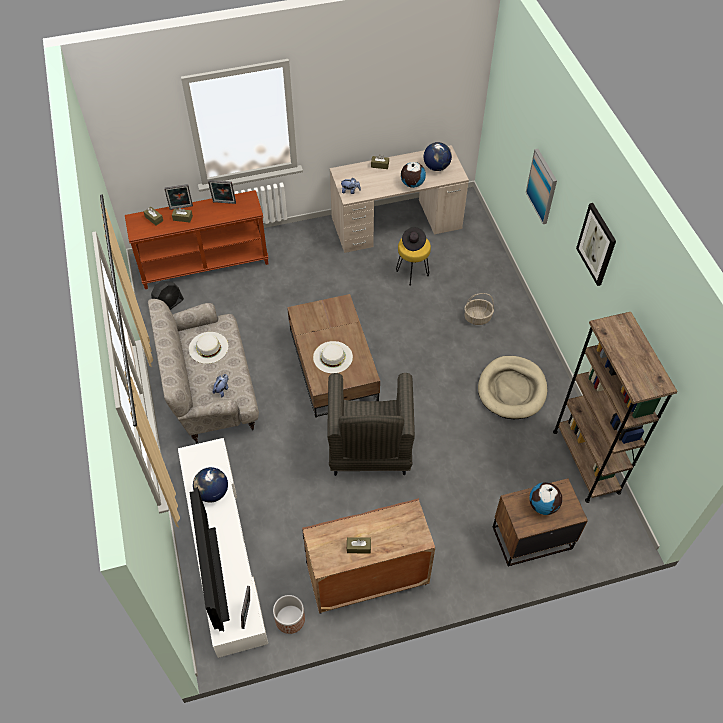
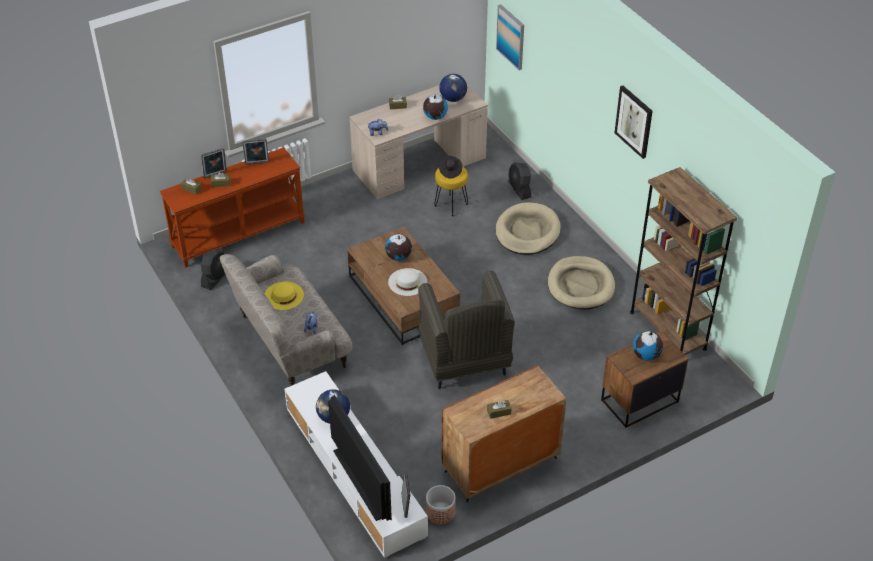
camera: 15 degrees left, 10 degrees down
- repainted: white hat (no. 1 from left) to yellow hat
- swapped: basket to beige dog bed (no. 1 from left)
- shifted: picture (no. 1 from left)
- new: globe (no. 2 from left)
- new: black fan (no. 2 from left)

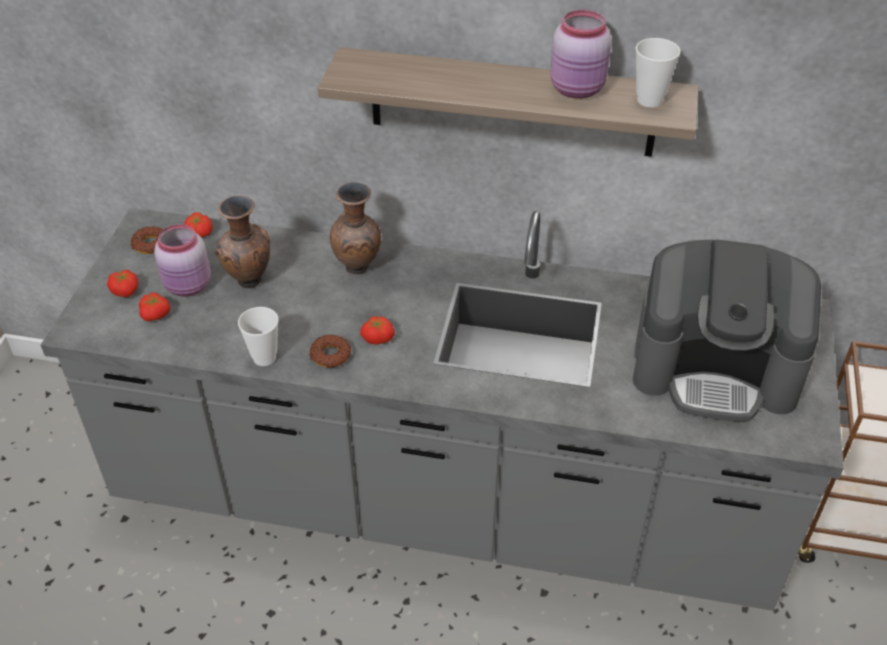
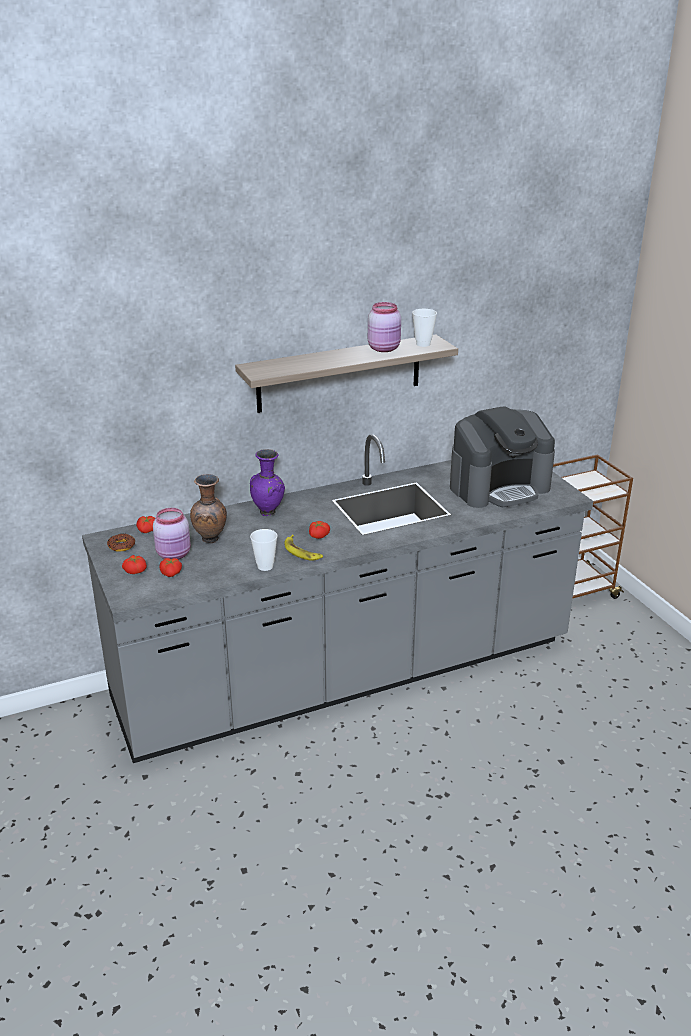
camera: 35 degrees left, 15 degrees down
- swapped: donut (no. 2 from left) to banana
- repainted: brown vase (no. 2 from left) to purple vase

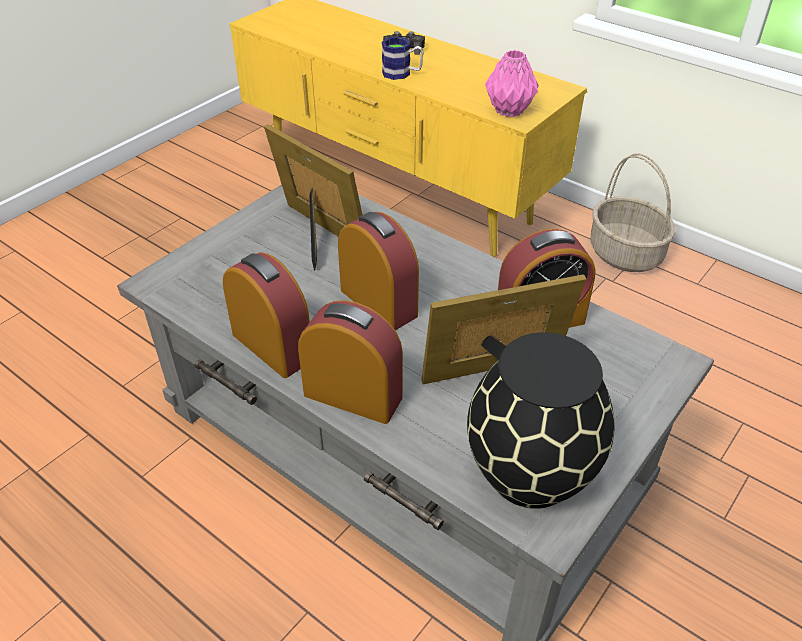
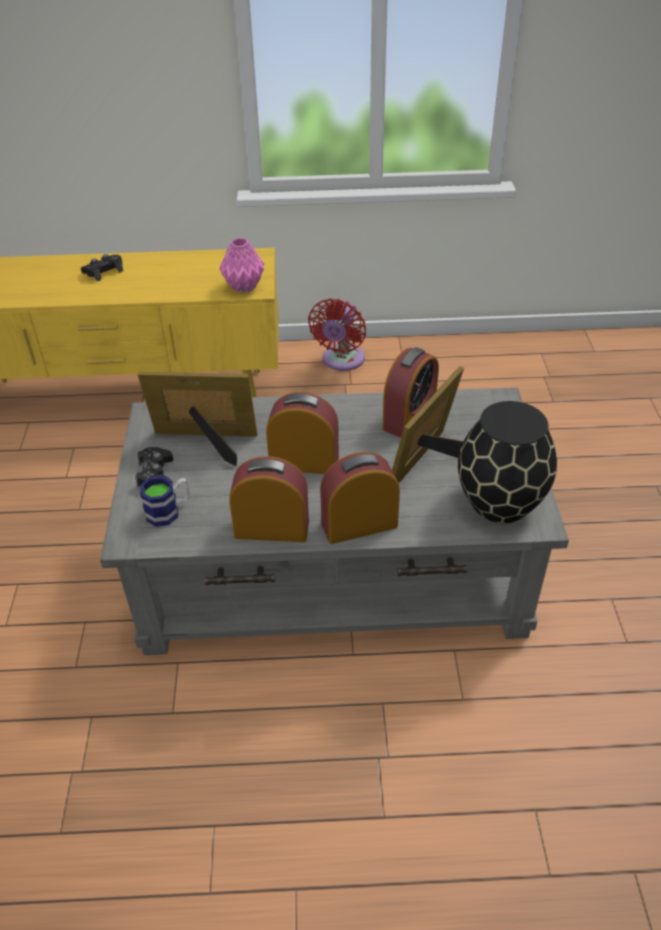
camera: 40 degrees left, 0 degrees up
- shifted: mug
- swapped: basket to red fan
- new: black game controller (no. 2 from left)

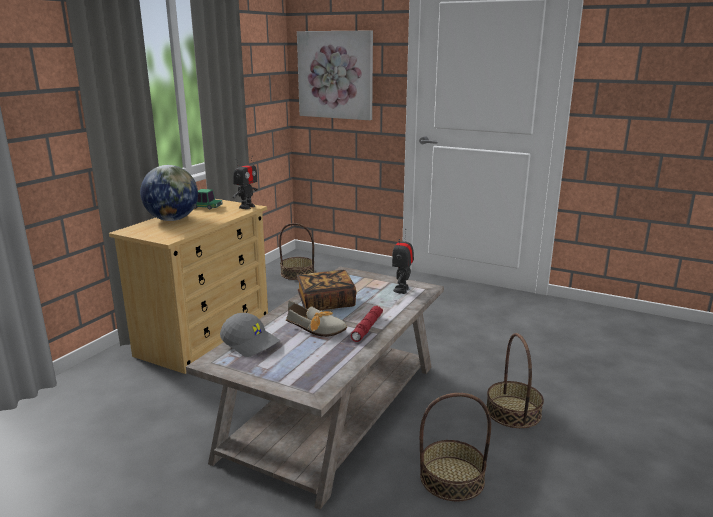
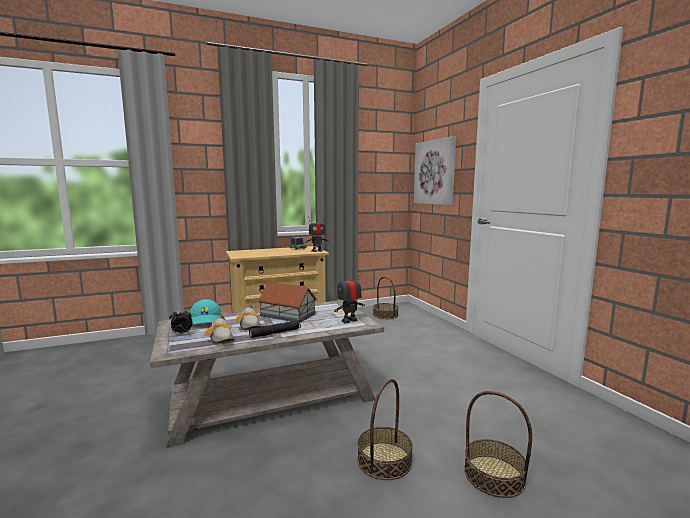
camera: 40 degrees right, 10 degrees down
- gone: globe
- repainted: grey cap to turquoise cap
- swapped: book to toy house
- repainted: red flashlight to black flashlight
- shifted: basket (no. 2 from left in the first image) to basket (no. 3 from left)
- new: alarm clock
- new: shoe (no. 1 from left)

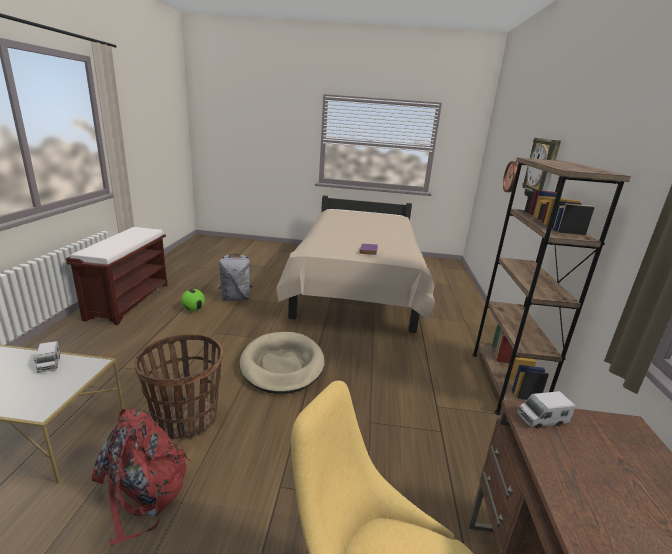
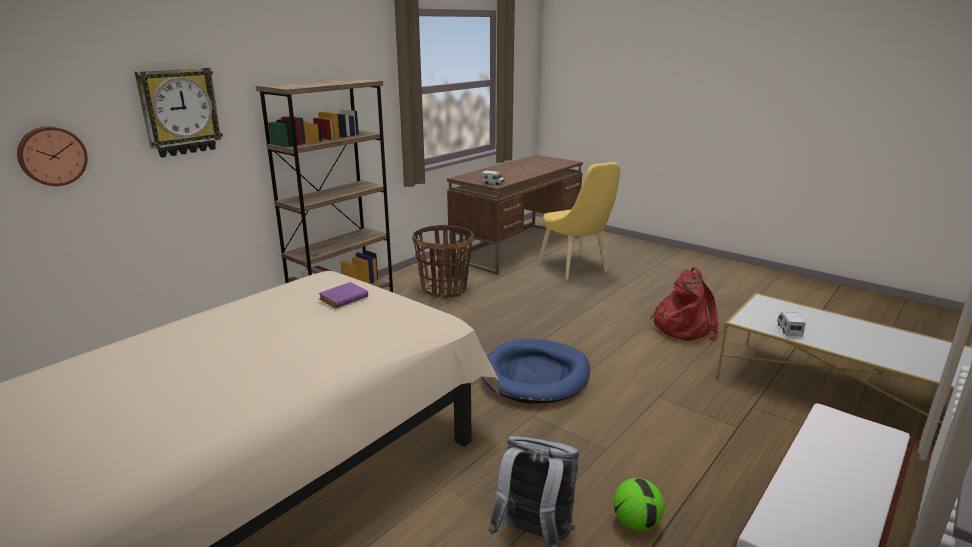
camera: 145 degrees left, 0 degrees up
- shifted: basket
- repainted: beige dog bed to blue dog bed

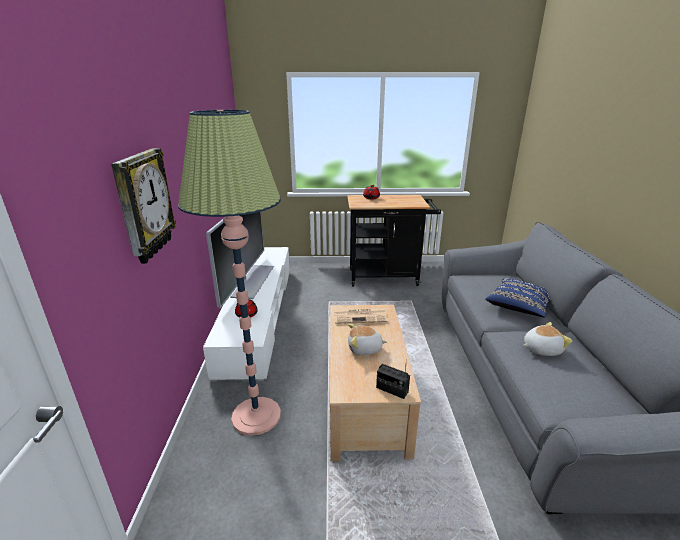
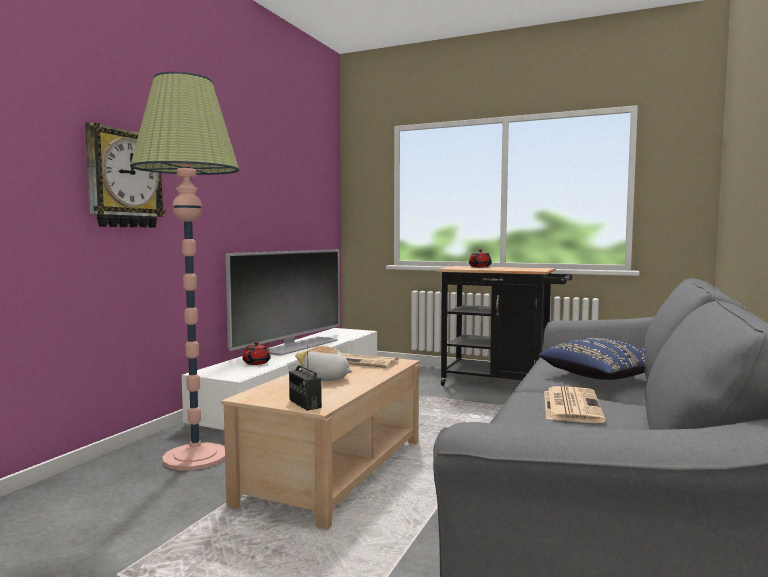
camera: 25 degrees right, 20 degrees down
- swapped: plush toy (no. 2 from left) to newspaper (no. 2 from left)

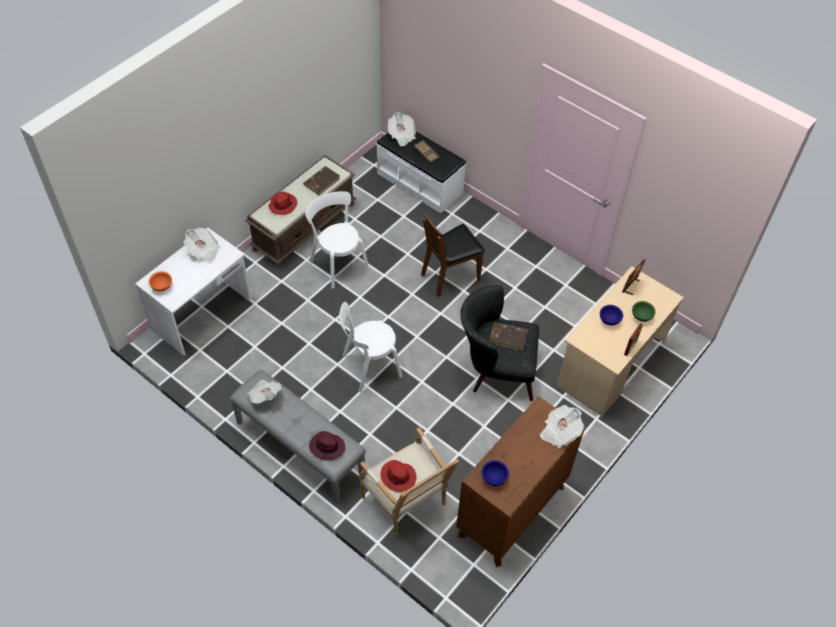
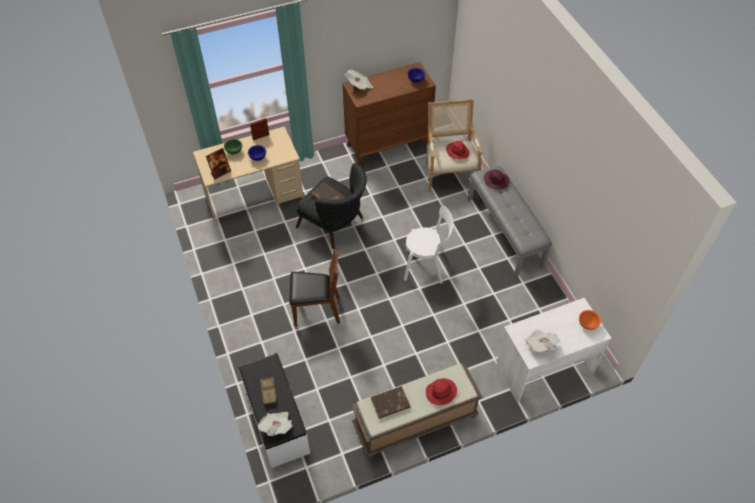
camera: 150 degrees left, 0 degrees up
- gone: newspaper (no. 2 from left)
- gone: white chair (no. 1 from left)

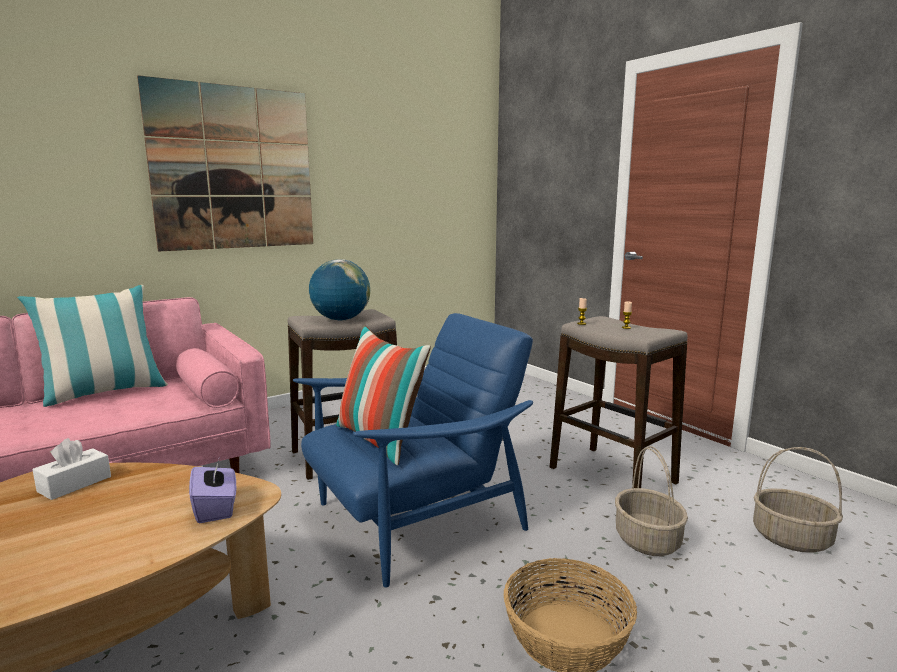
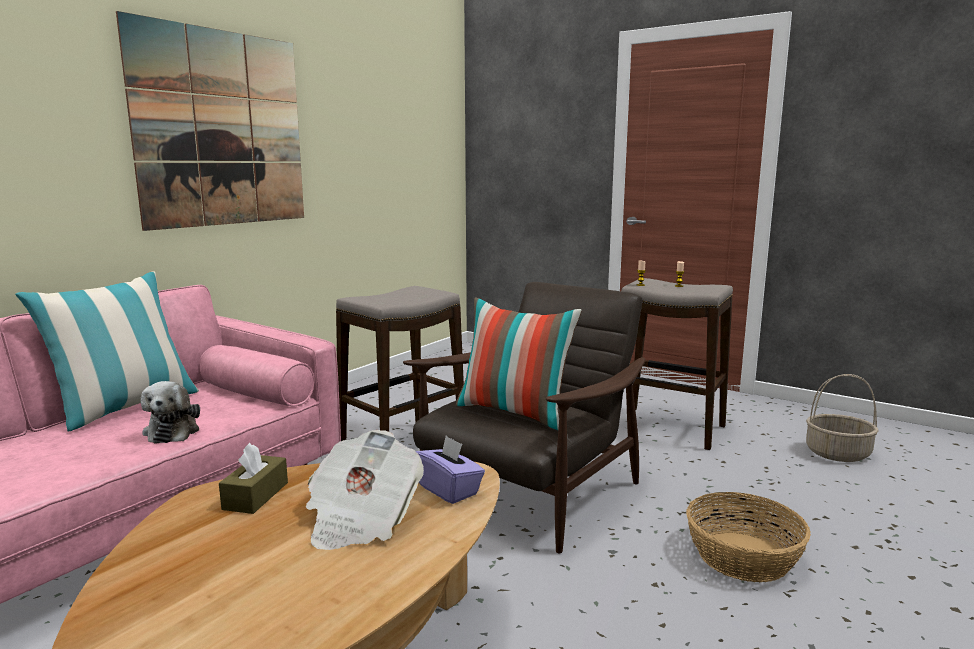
camera: 20 degrees left, 0 degrees up
- repainted: white tissue box to brown tissue box
- repainted: blue armchair to brown armchair
- gone: globe
- gone: basket (no. 2 from left)
- new: plush toy
- new: newspaper

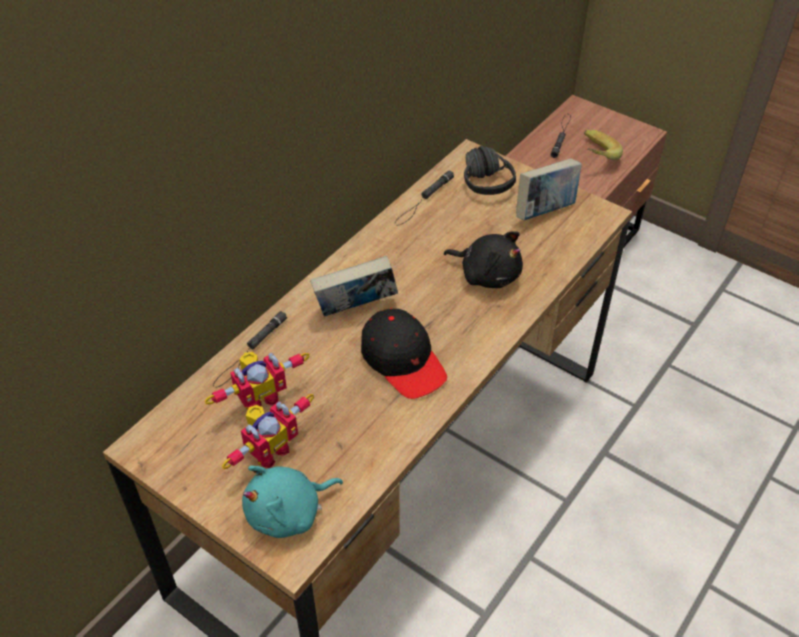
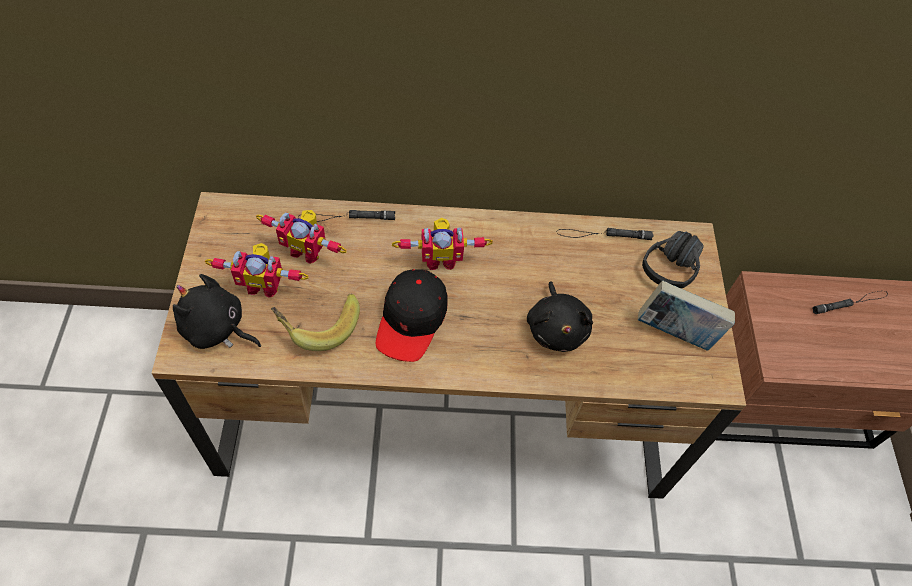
camera: 50 degrees right, 10 degrees up
- repainted: turquoise plush toy to black plush toy (no. 1 from left)
- swapped: book (no. 1 from left) to toy robot (no. 3 from left)
- shifted: banana

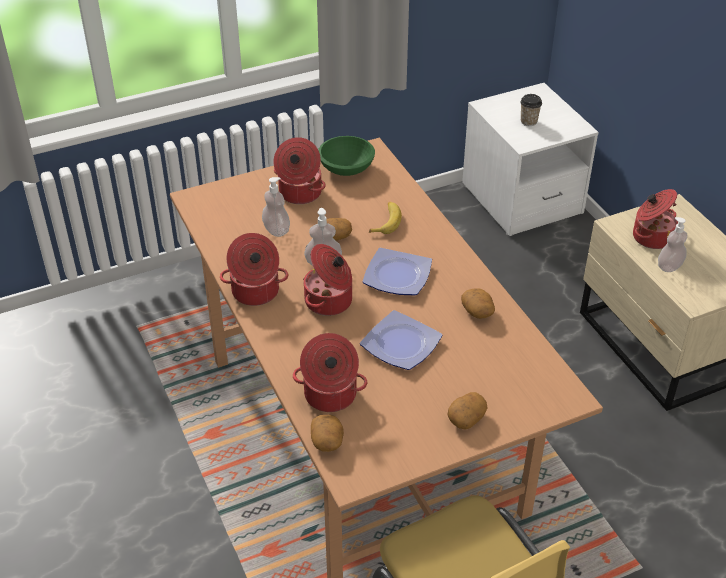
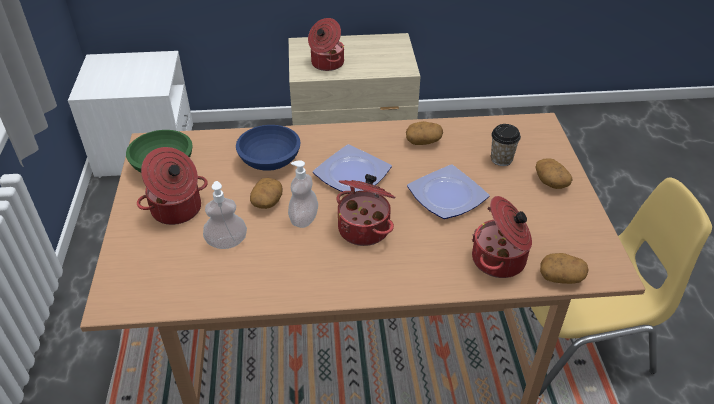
camera: 70 degrees left, 0 degrees up
- gone: cooking pot (no. 1 from left)
- swapped: banana to blue bowl
- shifted: cup
- gone: soap dispenser (no. 3 from left)

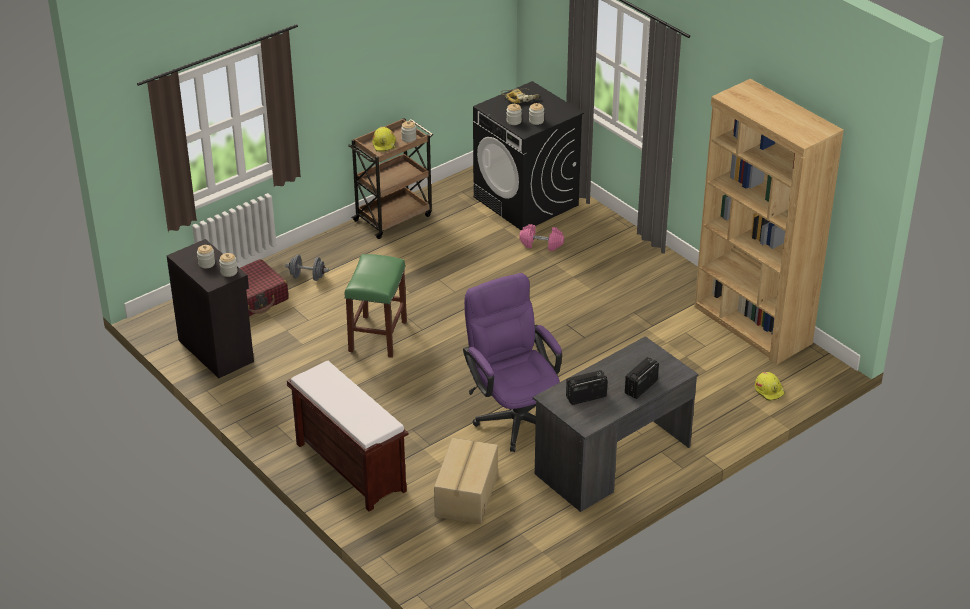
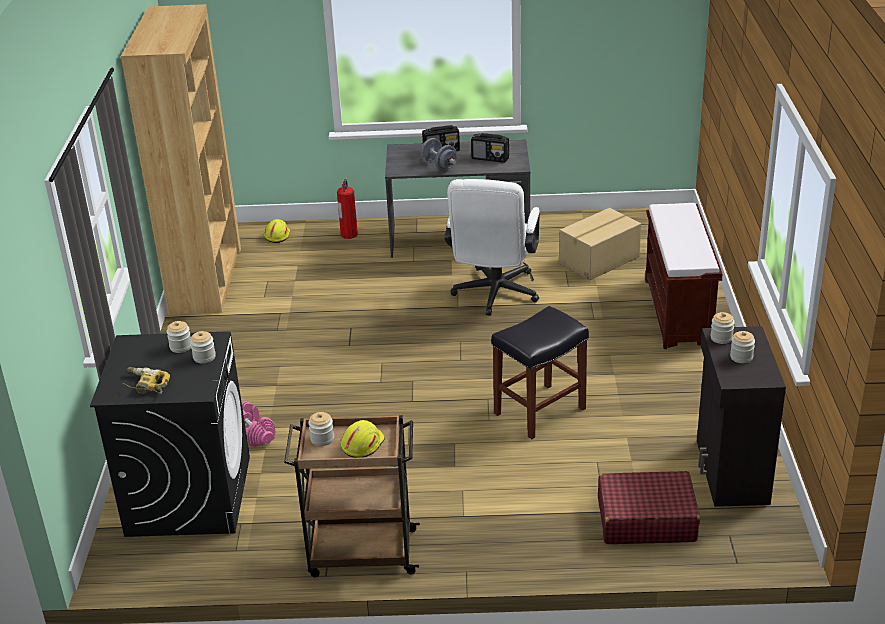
camera: 140 degrees left, 5 degrees down
- shifted: grey dumbbell
- repainted: green stool to black stool
- repainted: purple office chair to white office chair
- new: fire extinguisher

